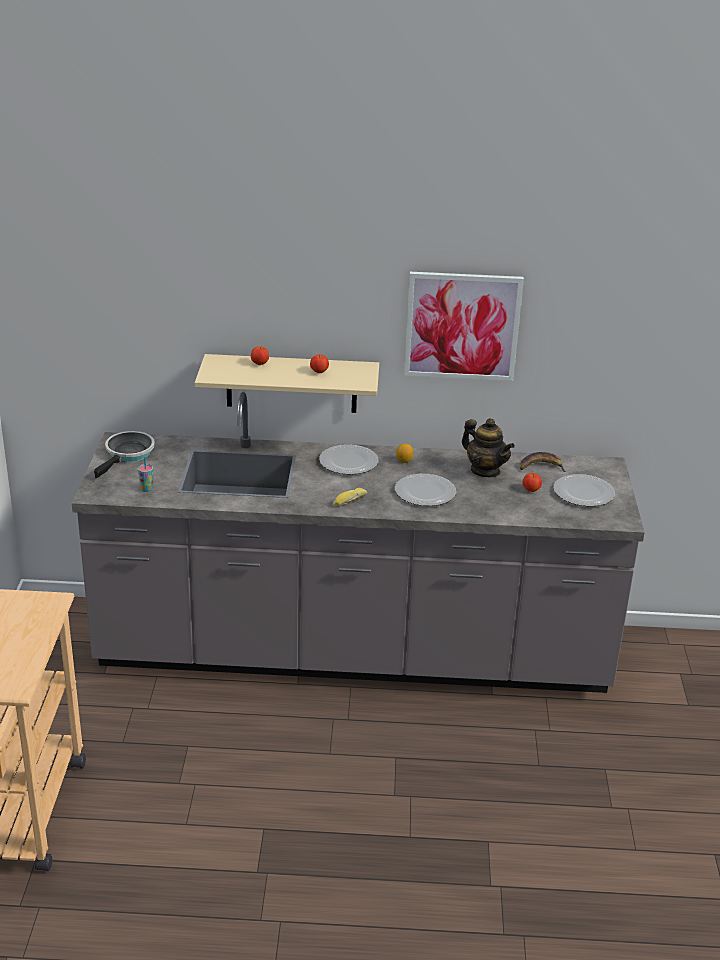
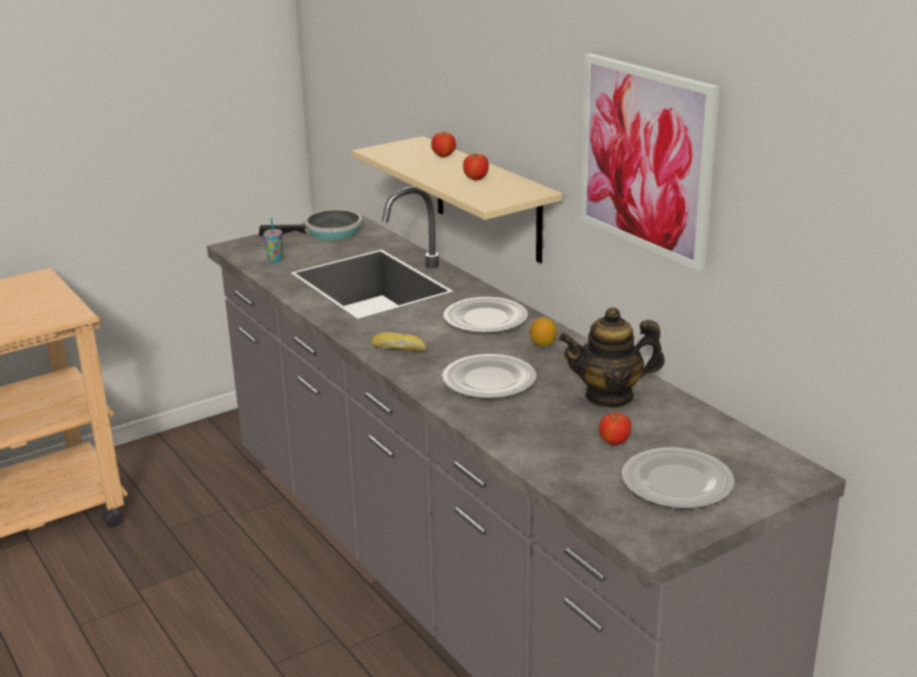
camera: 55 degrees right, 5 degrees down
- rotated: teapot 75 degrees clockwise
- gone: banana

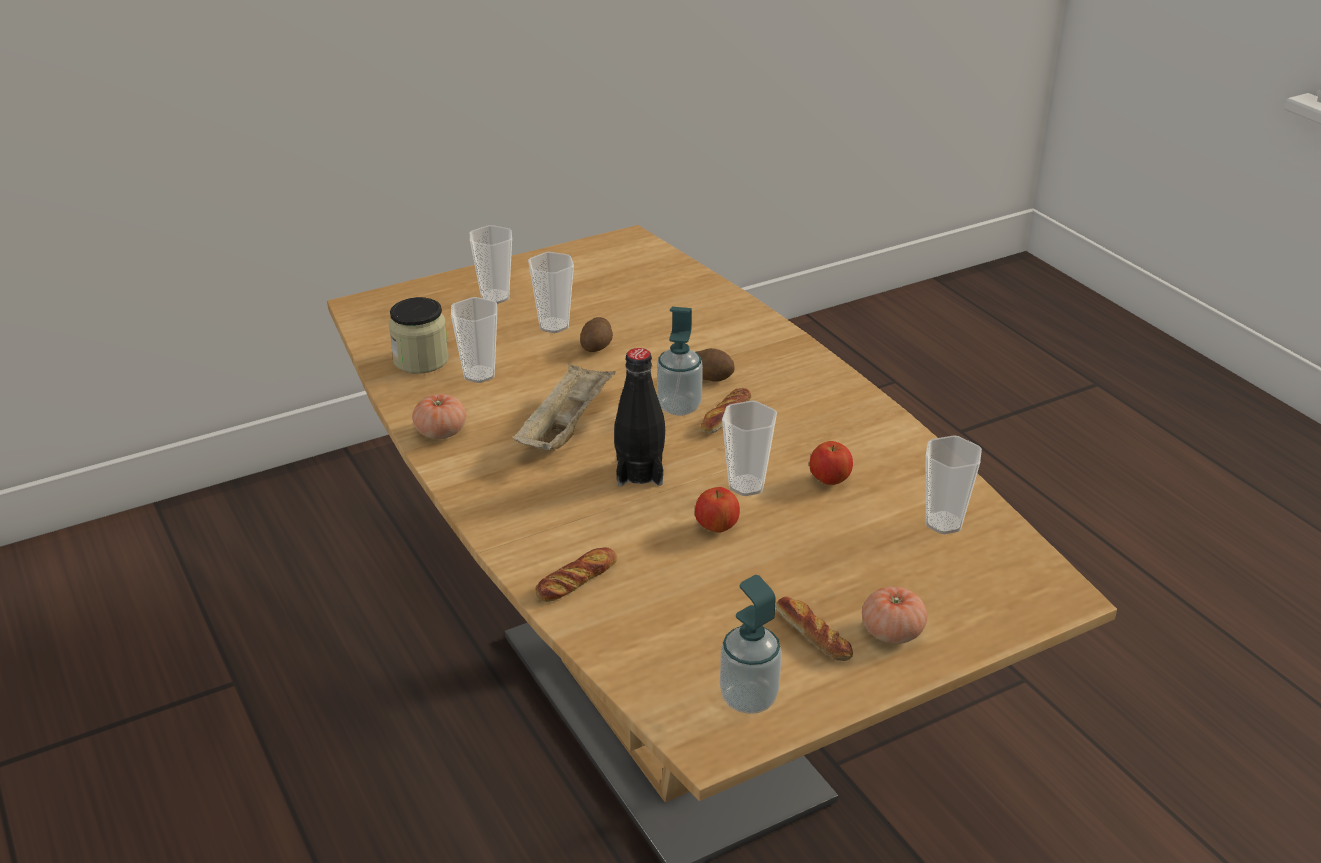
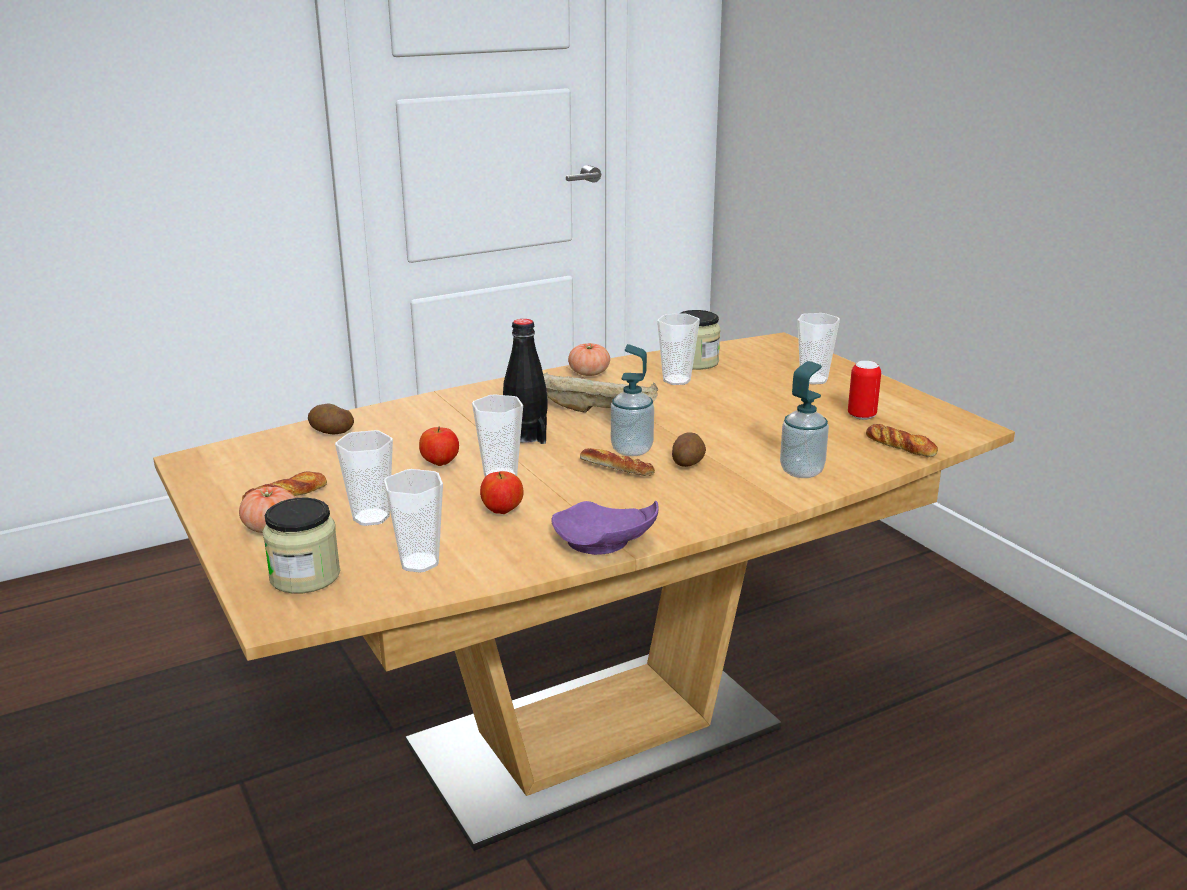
camera: 90 degrees right, 10 degrees down
- shifted: cup (no. 3 from left in the first image) to cup (no. 1 from left)
- shifted: bread (no. 1 from left in the first image) to bread (no. 3 from left)
- shifted: potato (no. 1 from left)
- shifted: soap dispenser (no. 2 from left)
- new: jar (no. 1 from left)
- new: purple plate
- new: can

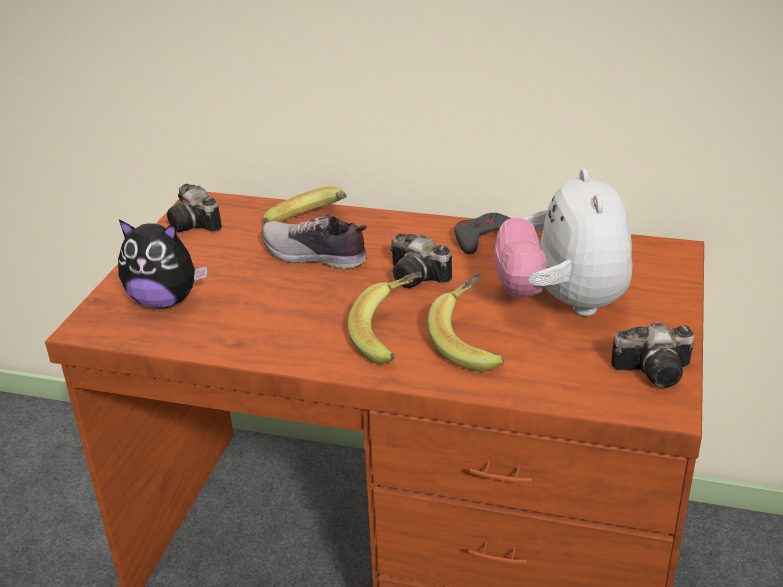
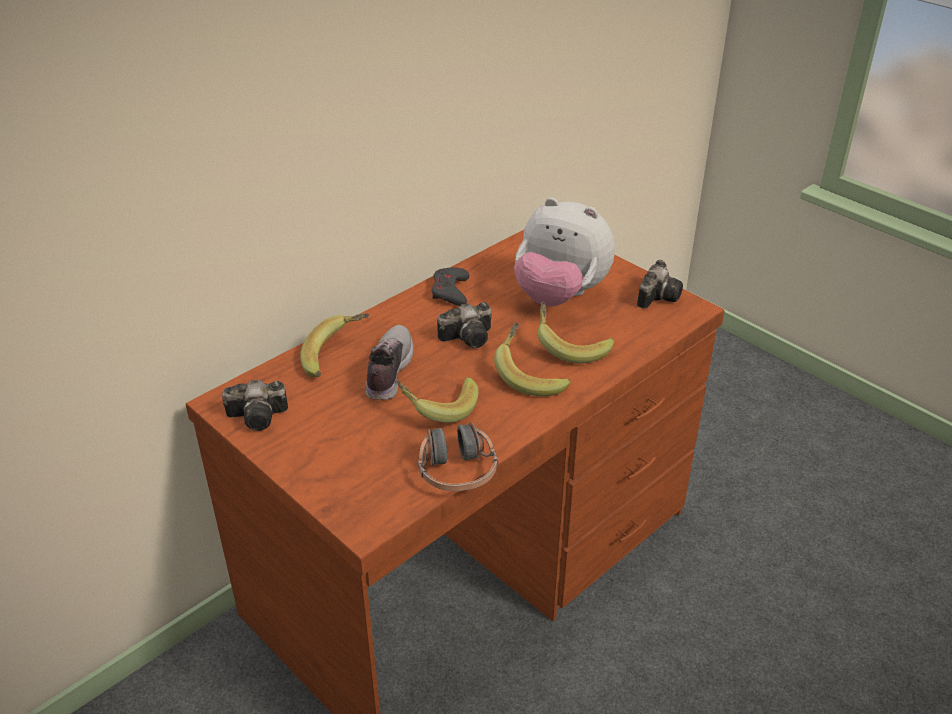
camera: 60 degrees left, 5 degrees up
- gone: plush toy (no. 1 from left)
- rotated: shoe 135 degrees clockwise
- new: banana (no. 2 from left)
- new: headphones

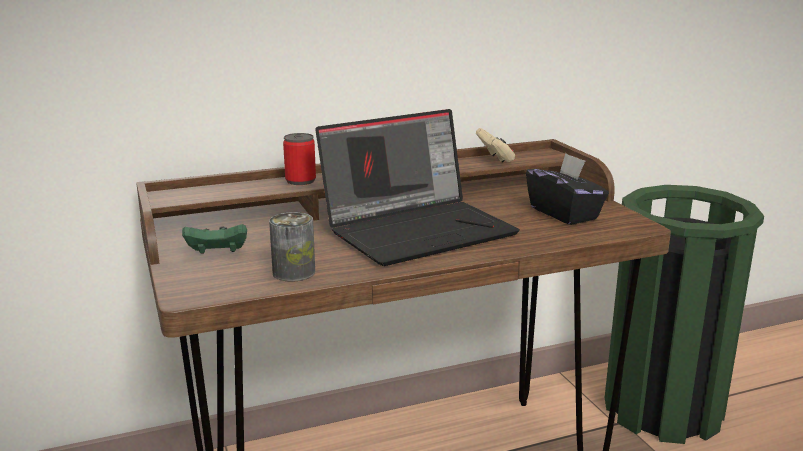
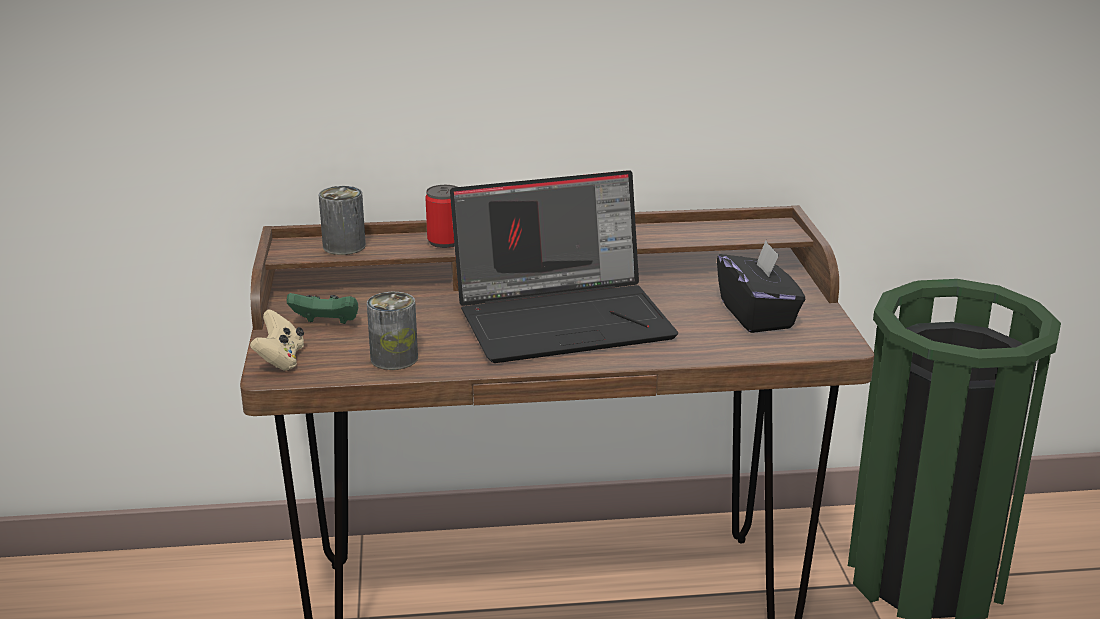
camera: 15 degrees right, 5 degrees up
- shifted: beige game controller
- new: can (no. 1 from left)

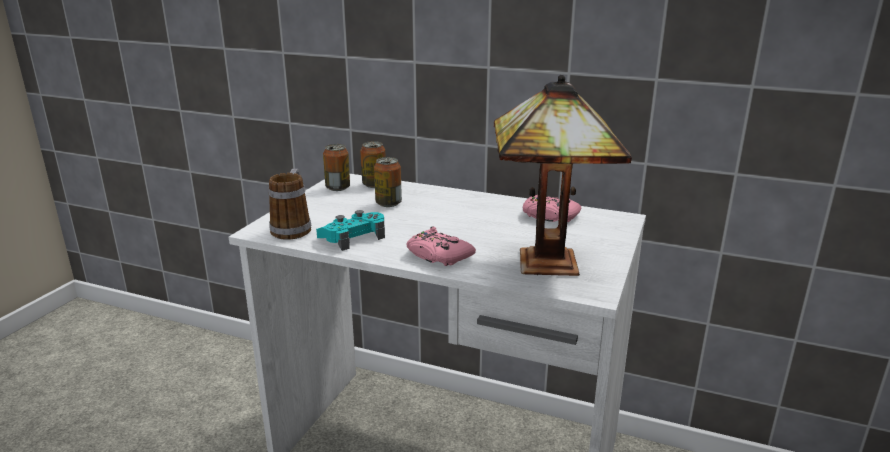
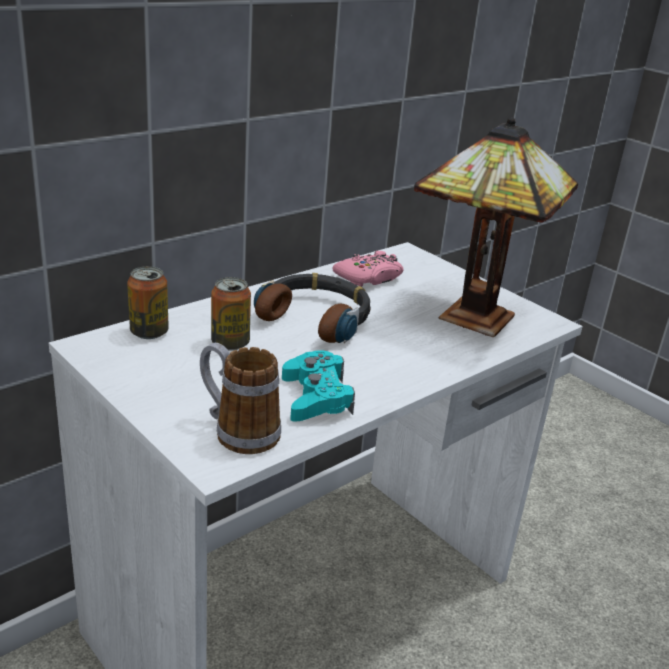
camera: 65 degrees left, 5 degrees up
- gone: can (no. 1 from left)
- gone: pink game controller (no. 1 from left)
- new: headphones

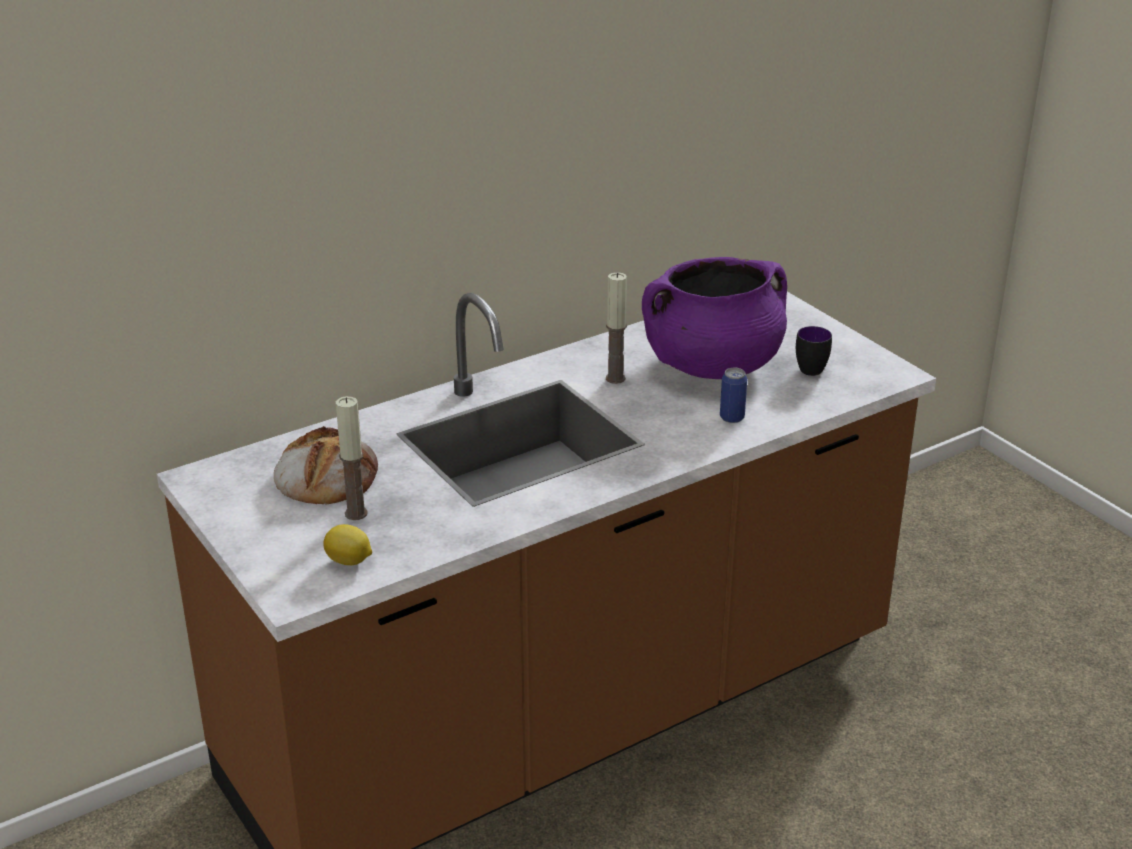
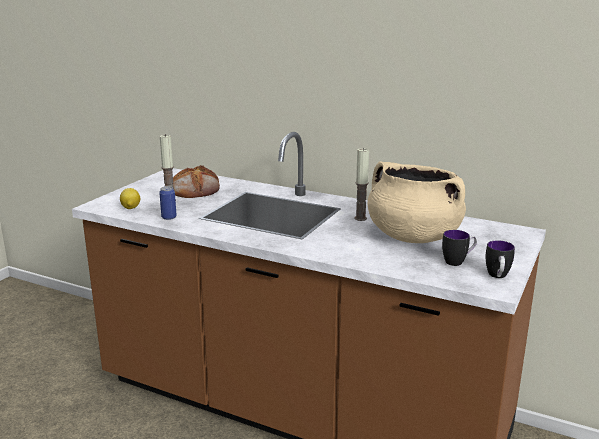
camera: 60 degrees right, 10 degrees down
- repainted: purple cooking pot to beige cooking pot
- shifted: can
- new: mug (no. 2 from left)

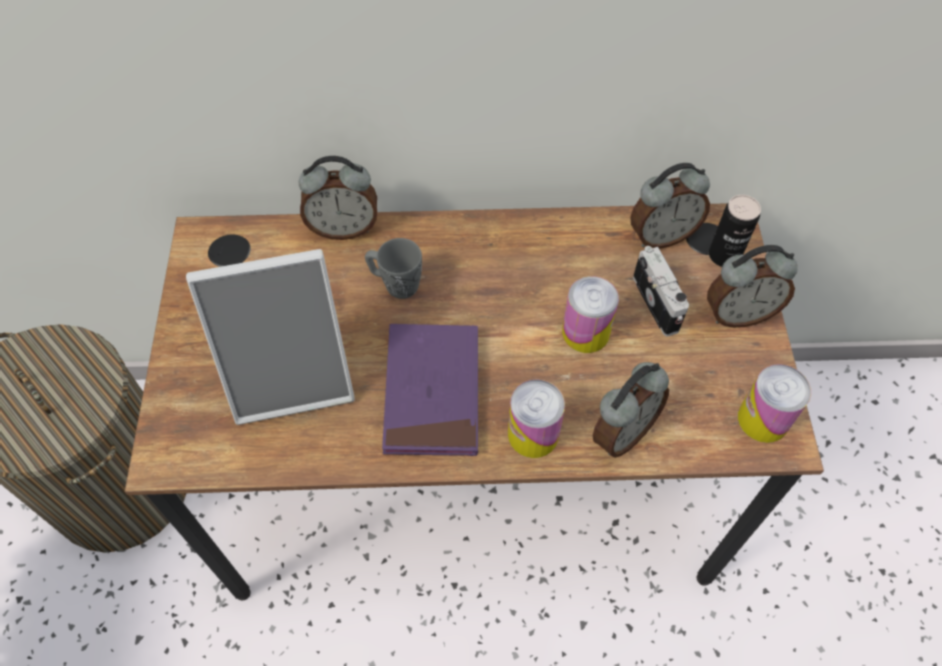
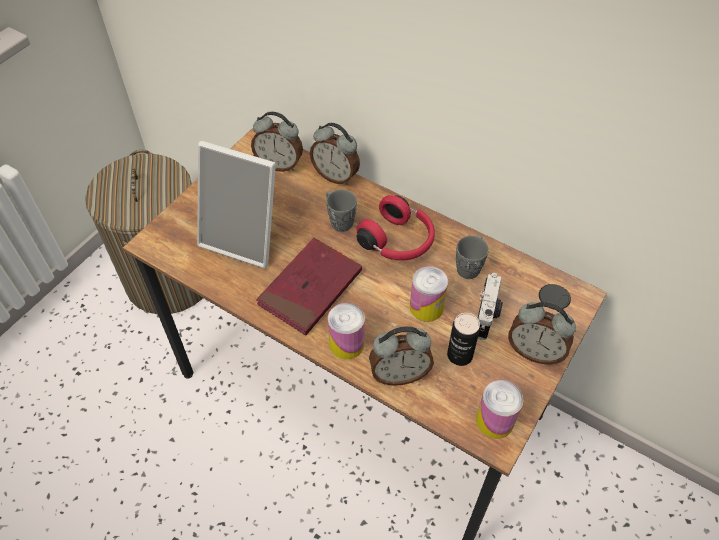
camera: 35 degrees right, 5 degrees down
- repainted: purple book to red book
- shifted: alarm clock (no. 3 from left in the first image) to alarm clock (no. 1 from left)
- shifted: can (no. 3 from left)
- new: red headphones
- new: grey mug (no. 2 from left)

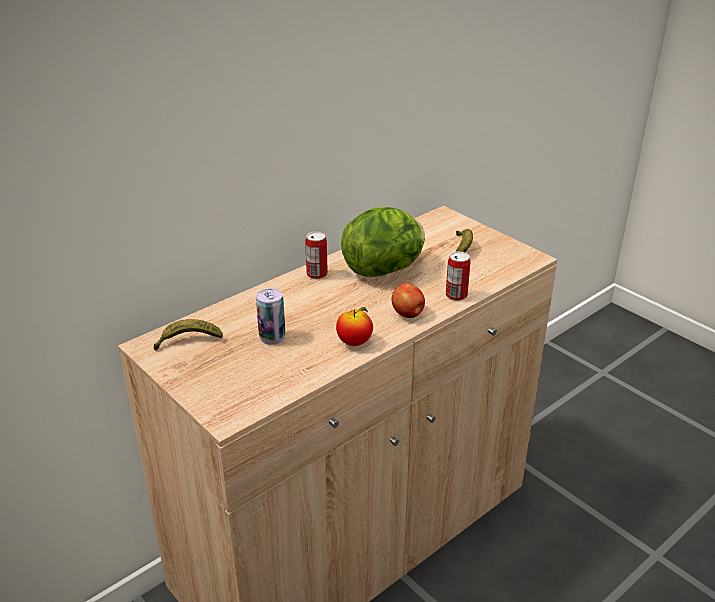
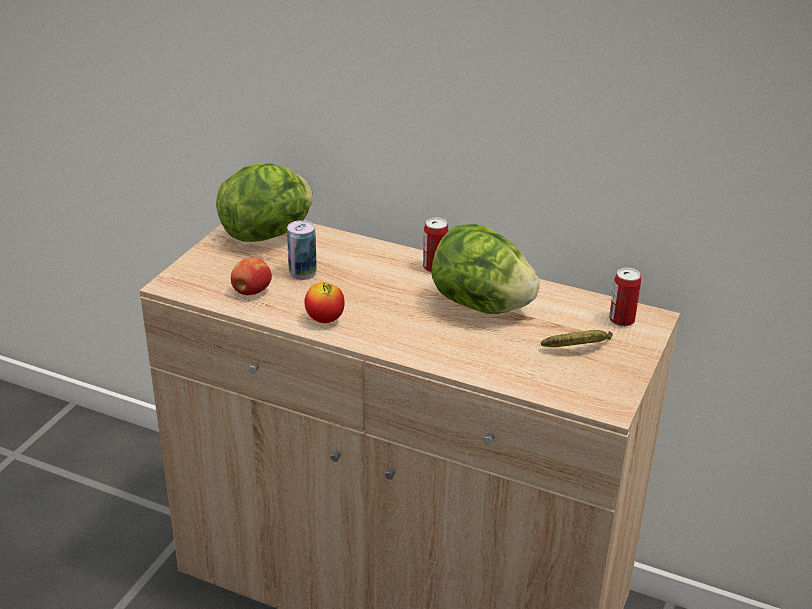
camera: 65 degrees right, 0 degrees up
- swapped: banana (no. 1 from left) to lettuce (no. 1 from left)
- shifted: apple (no. 2 from left in the first image) to apple (no. 1 from left)
- shifted: can (no. 3 from left)

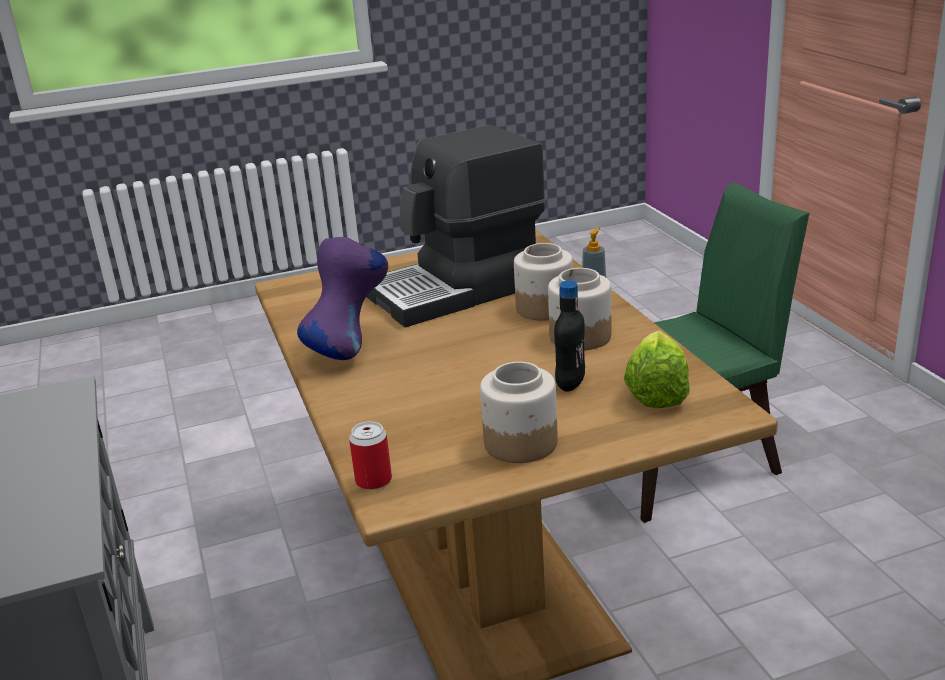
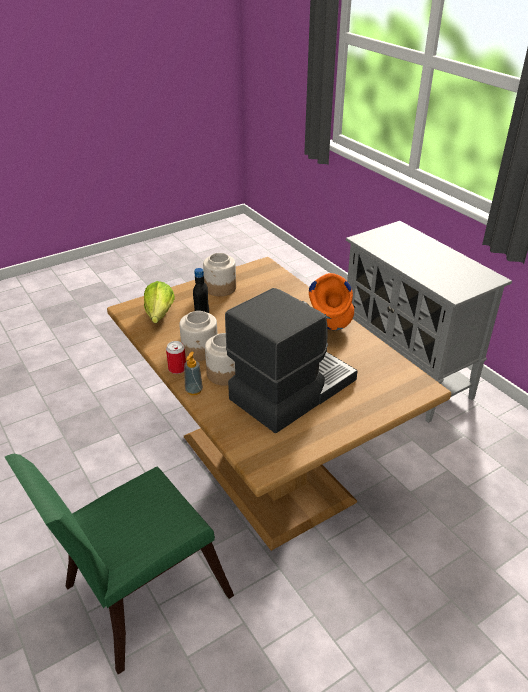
camera: 165 degrees right, 10 degrees up
- repainted: purple vase to orange vase
- shifted: can

